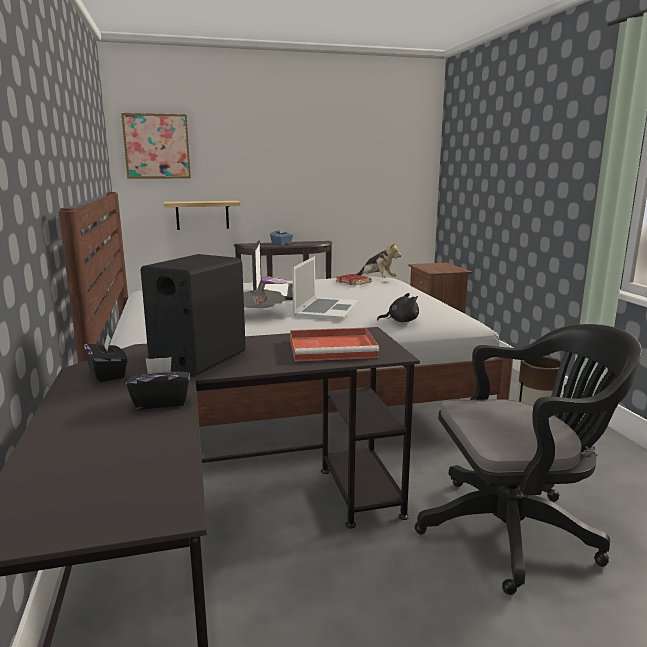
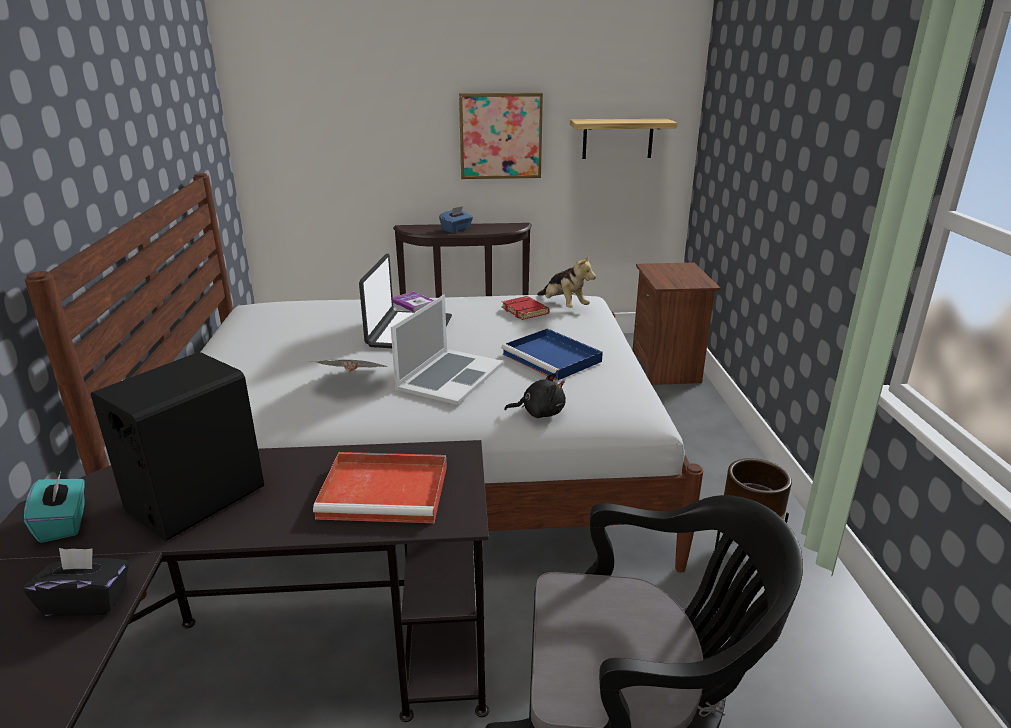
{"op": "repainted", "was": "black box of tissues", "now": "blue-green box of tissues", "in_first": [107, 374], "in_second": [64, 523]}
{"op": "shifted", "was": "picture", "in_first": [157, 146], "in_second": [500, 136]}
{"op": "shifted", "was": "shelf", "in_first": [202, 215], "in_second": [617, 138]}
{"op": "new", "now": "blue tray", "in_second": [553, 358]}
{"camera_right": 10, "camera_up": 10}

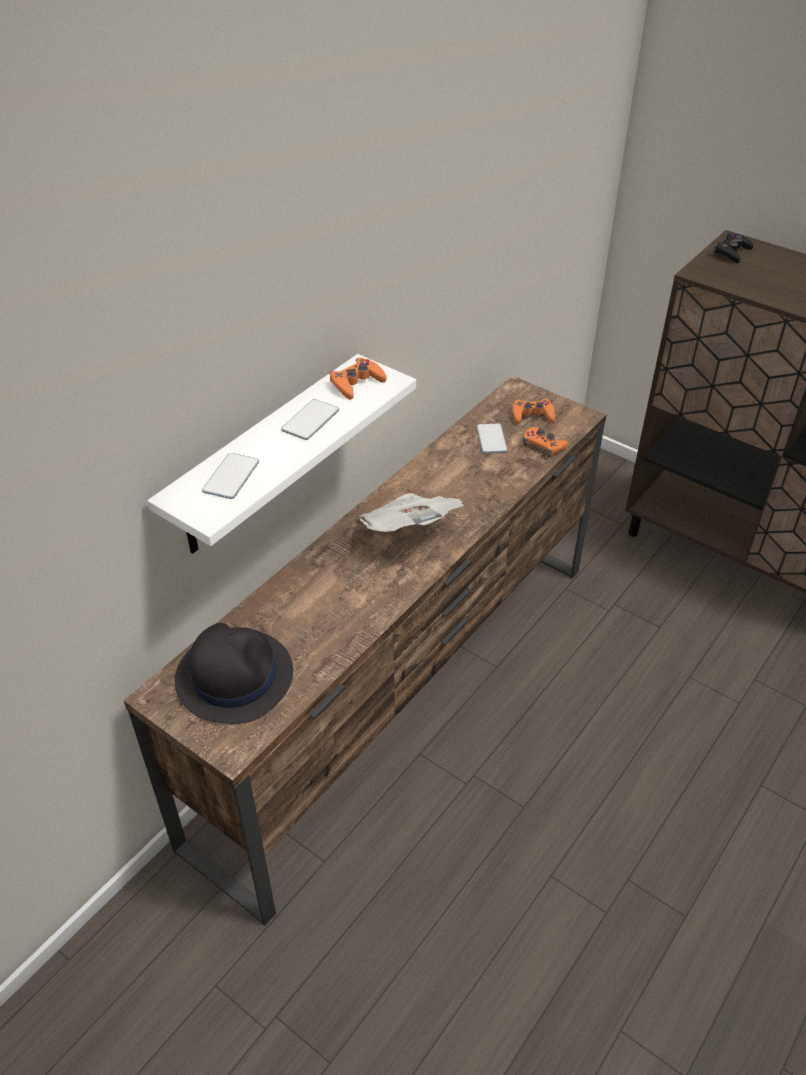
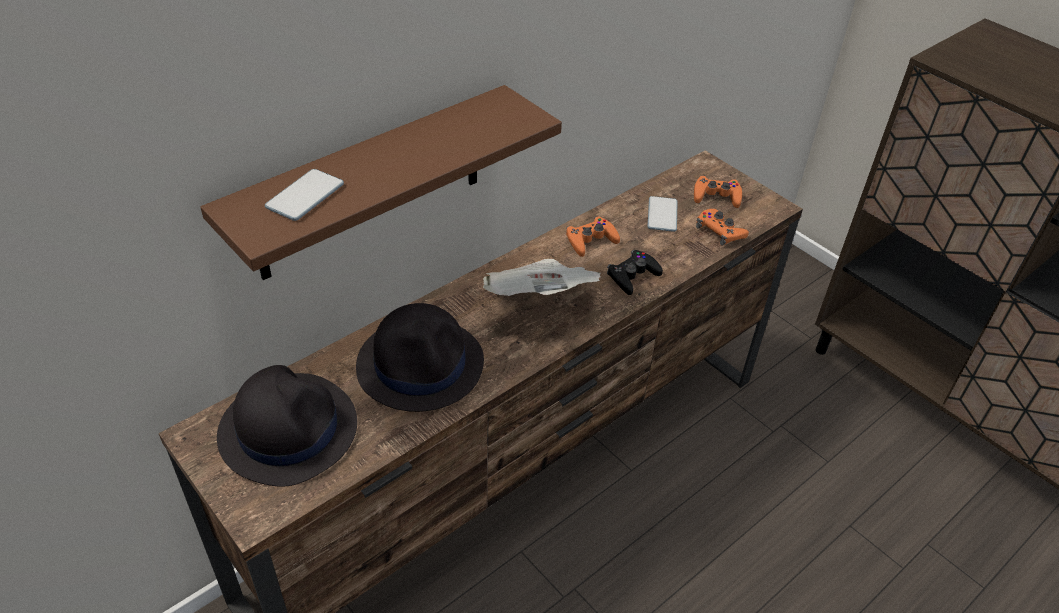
{"op": "repainted", "was": "white-coloured shelf", "now": "brown shelf", "in_first": [266, 457], "in_second": [371, 184]}
{"op": "gone", "was": "handset", "in_first": [310, 421]}
{"op": "shifted", "was": "orangey gamepad", "in_first": [356, 383], "in_second": [590, 240]}
{"op": "shifted", "was": "black gamepad", "in_first": [731, 252], "in_second": [632, 276]}
{"op": "new", "now": "black clothing hat", "in_second": [421, 364]}
{"camera_right": 10, "camera_up": 0}

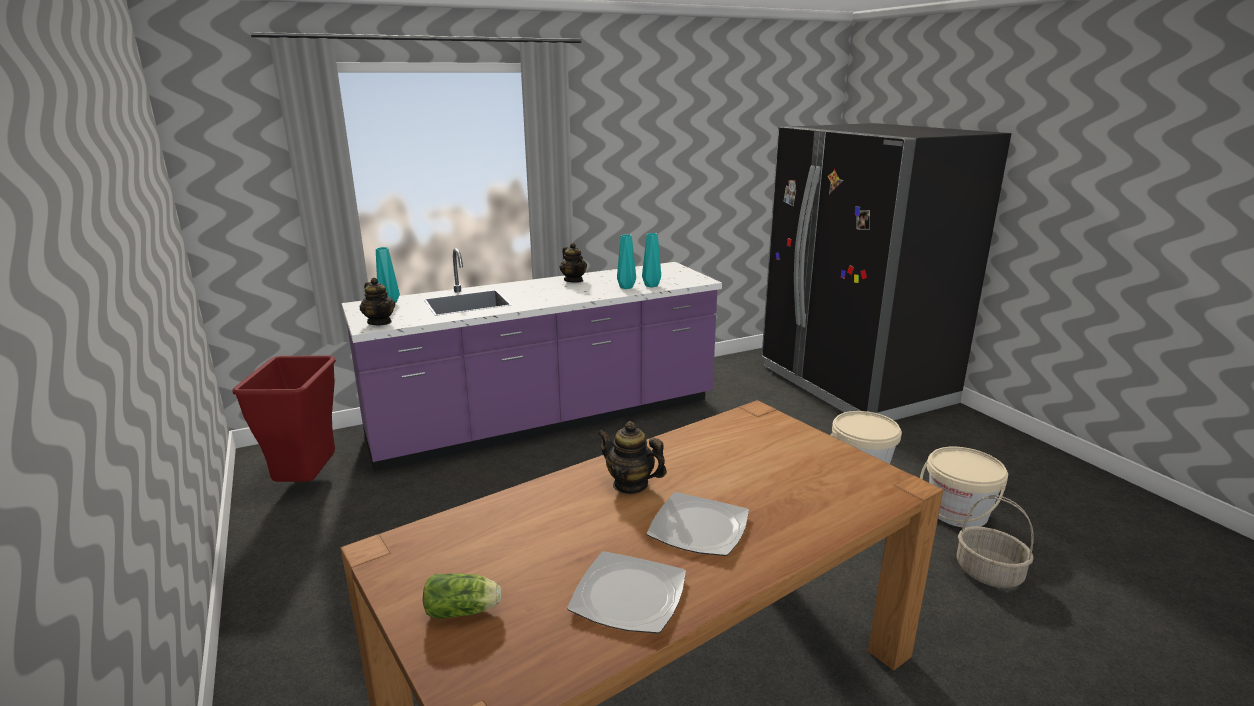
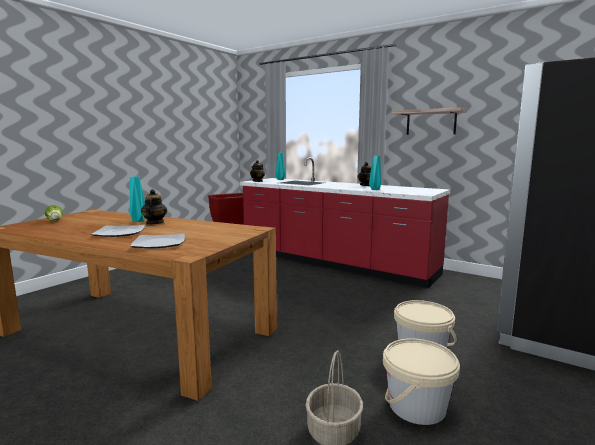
{"op": "repainted", "was": "purple kitchen counter", "now": "reddish kitchen counter", "in_first": [546, 420], "in_second": [334, 263]}
{"op": "shifted", "was": "dinner plate", "in_first": [629, 597], "in_second": [158, 243]}
{"op": "shifted", "was": "blue-green decorative vase", "in_first": [652, 286], "in_second": [138, 221]}
{"op": "new", "now": "shelf", "in_second": [431, 122]}
{"camera_right": 60, "camera_up": -10}

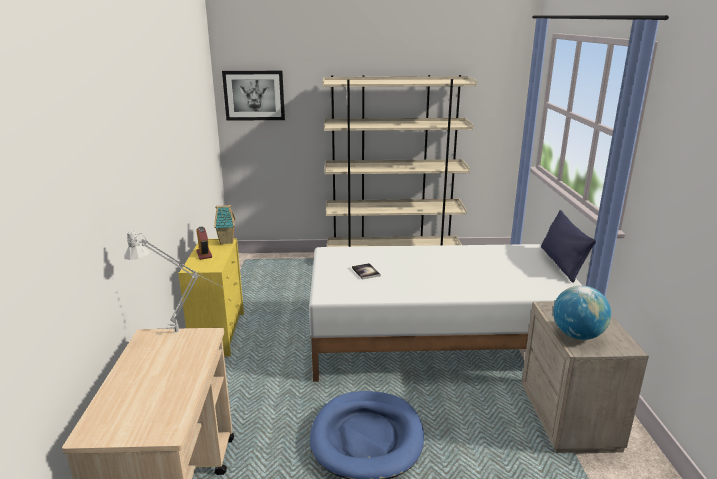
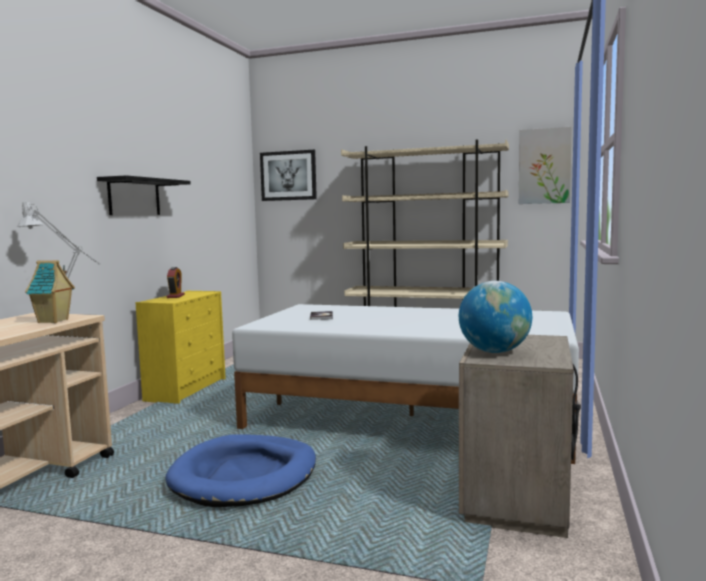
{"op": "shifted", "was": "miniature house", "in_first": [227, 241], "in_second": [53, 321]}
{"op": "gone", "was": "blue pillow", "in_first": [561, 263]}
{"op": "new", "now": "black shelf", "in_second": [134, 197]}
{"op": "new", "now": "picture", "in_second": [544, 166]}
{"camera_right": 20, "camera_up": -15}

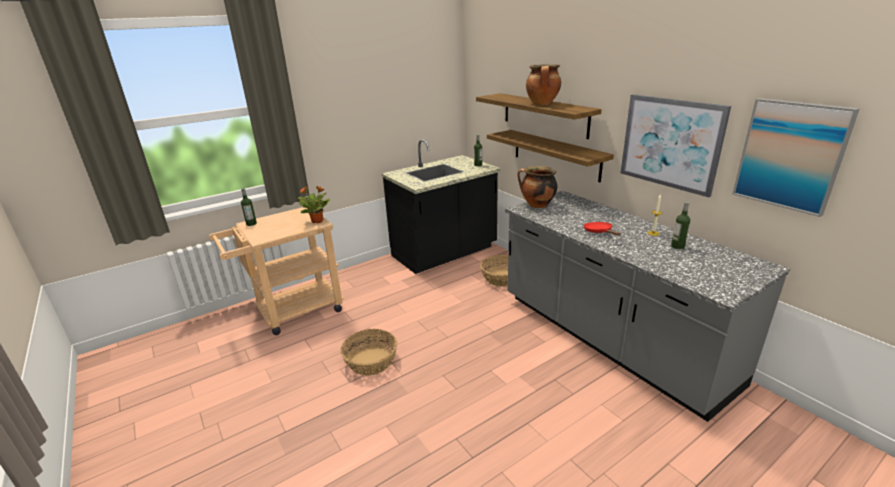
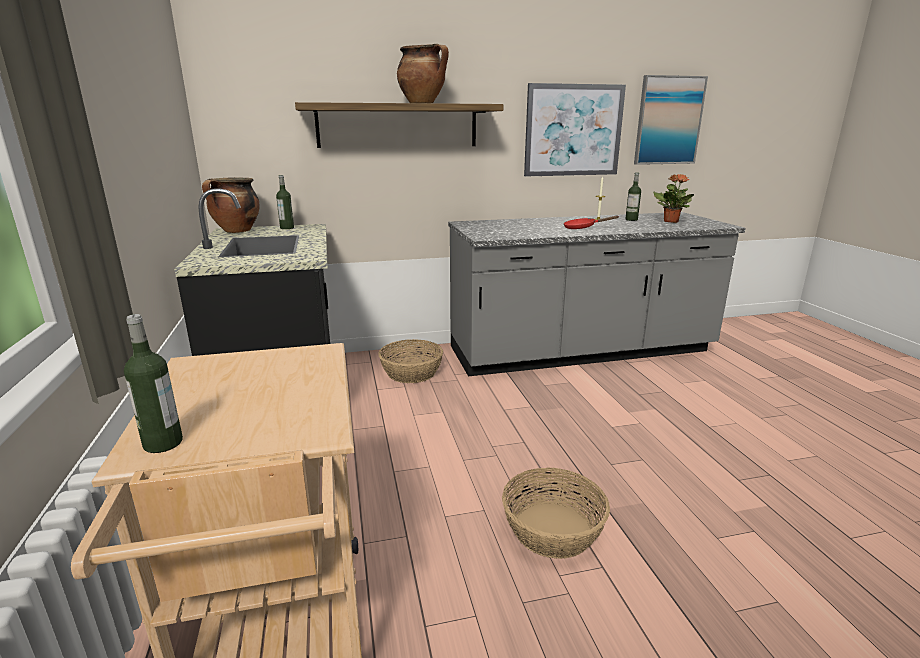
{"op": "shifted", "was": "houseplant", "in_first": [318, 221], "in_second": [671, 221]}
{"op": "gone", "was": "shelf", "in_first": [555, 154]}
{"op": "shifted", "was": "cooking pot", "in_first": [536, 205], "in_second": [236, 231]}
{"camera_right": -70, "camera_up": -5}

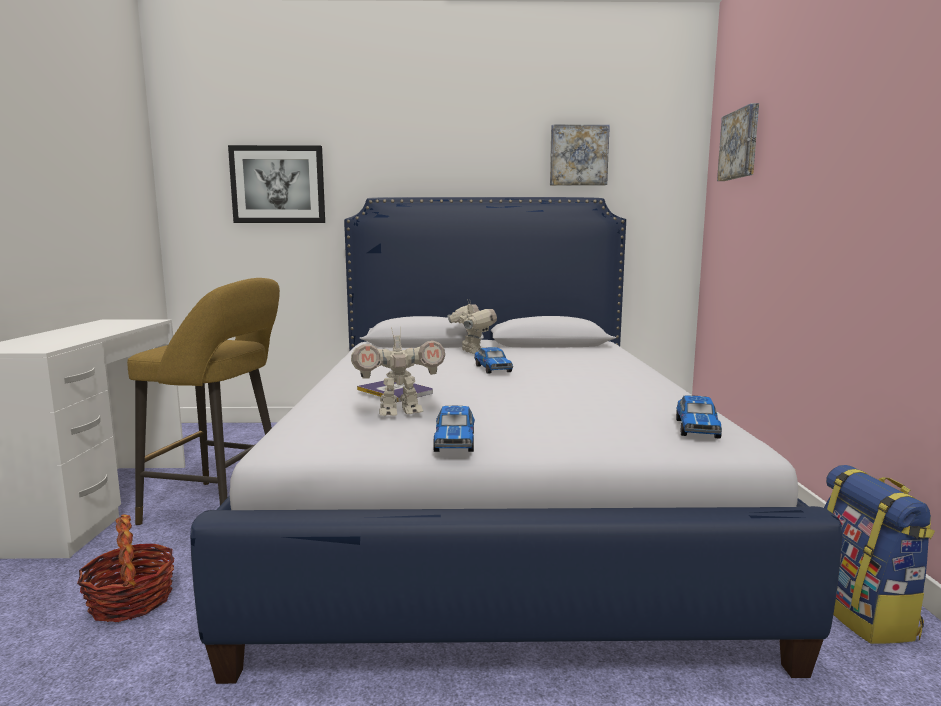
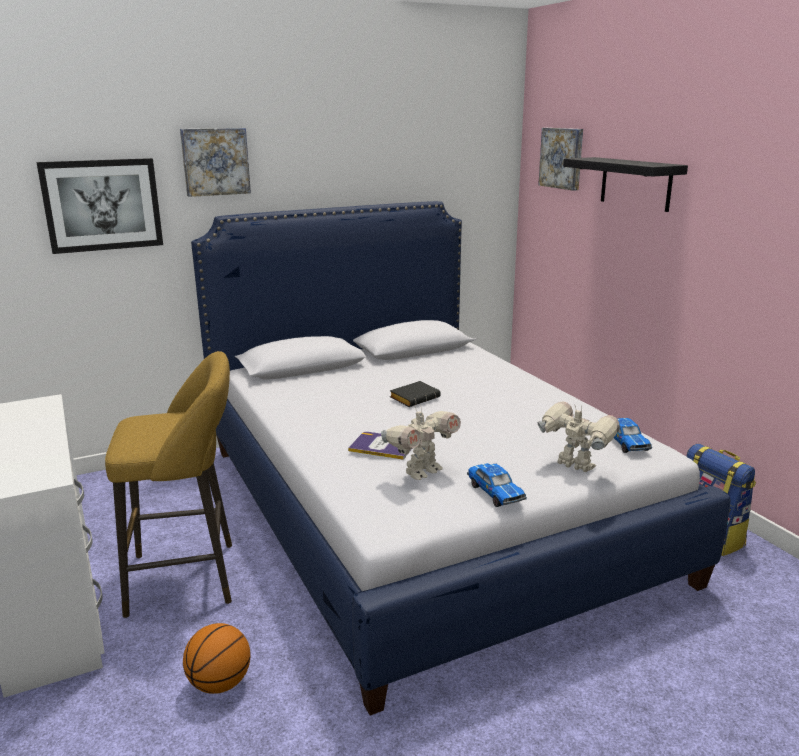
{"op": "swapped", "was": "basket", "now": "basketball ball", "in_first": [131, 601], "in_second": [220, 683]}
{"op": "shifted", "was": "robot figure", "in_first": [472, 352], "in_second": [574, 467]}
{"op": "swapped", "was": "miniature car", "now": "black book", "in_first": [492, 368], "in_second": [415, 398]}
{"op": "shifted", "was": "picture", "in_first": [578, 155], "in_second": [215, 161]}
{"op": "new", "now": "black shelf", "in_second": [635, 183]}
{"camera_right": -25, "camera_up": 10}

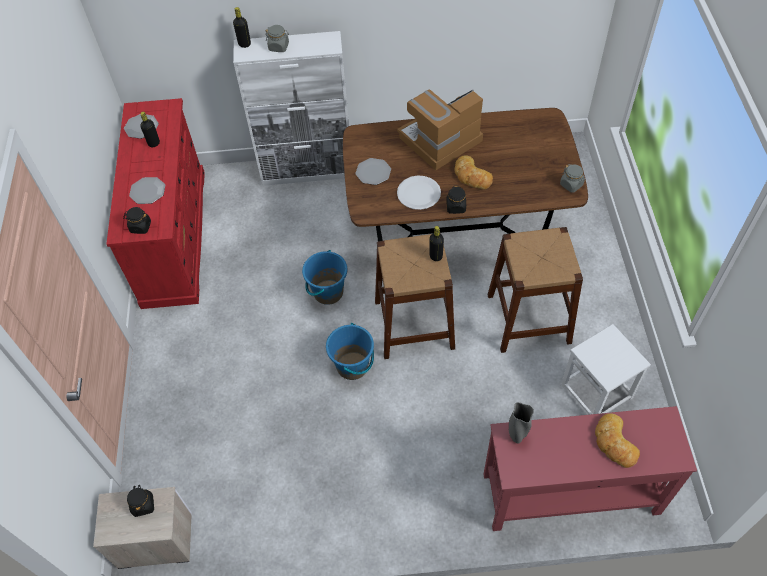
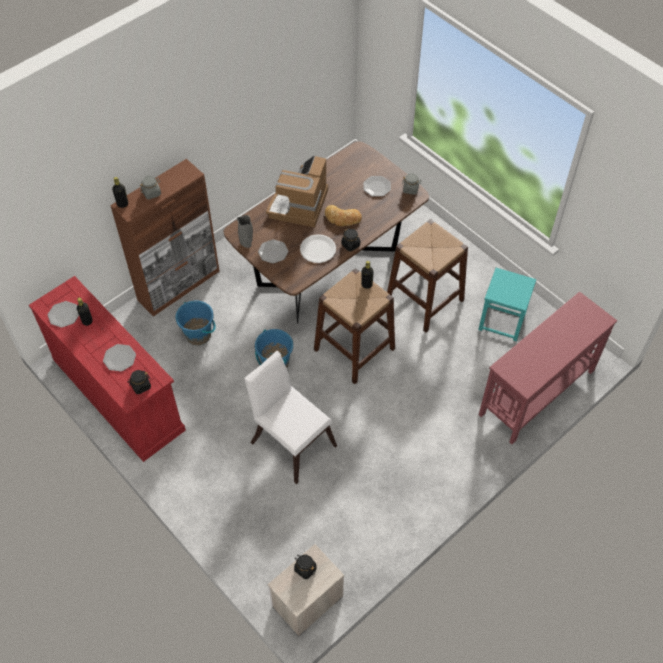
{"op": "repainted", "was": "white-coloured cabinet", "now": "brown cabinet", "in_first": [308, 171], "in_second": [179, 285]}
{"op": "shifted", "was": "blue pail", "in_first": [353, 366], "in_second": [198, 335]}
{"op": "shifted", "was": "grey decorative vase", "in_first": [517, 435], "in_second": [246, 243]}
{"op": "repainted", "was": "white-coloured stool", "now": "blue-green stool", "in_first": [597, 391], "in_second": [502, 320]}
{"op": "gone", "was": "baked bread", "in_first": [614, 443]}
{"op": "new", "now": "white-coloured plain chair", "in_second": [290, 440]}
{"op": "new", "now": "dinner plate", "in_second": [377, 187]}
{"camera_right": -40, "camera_up": 0}

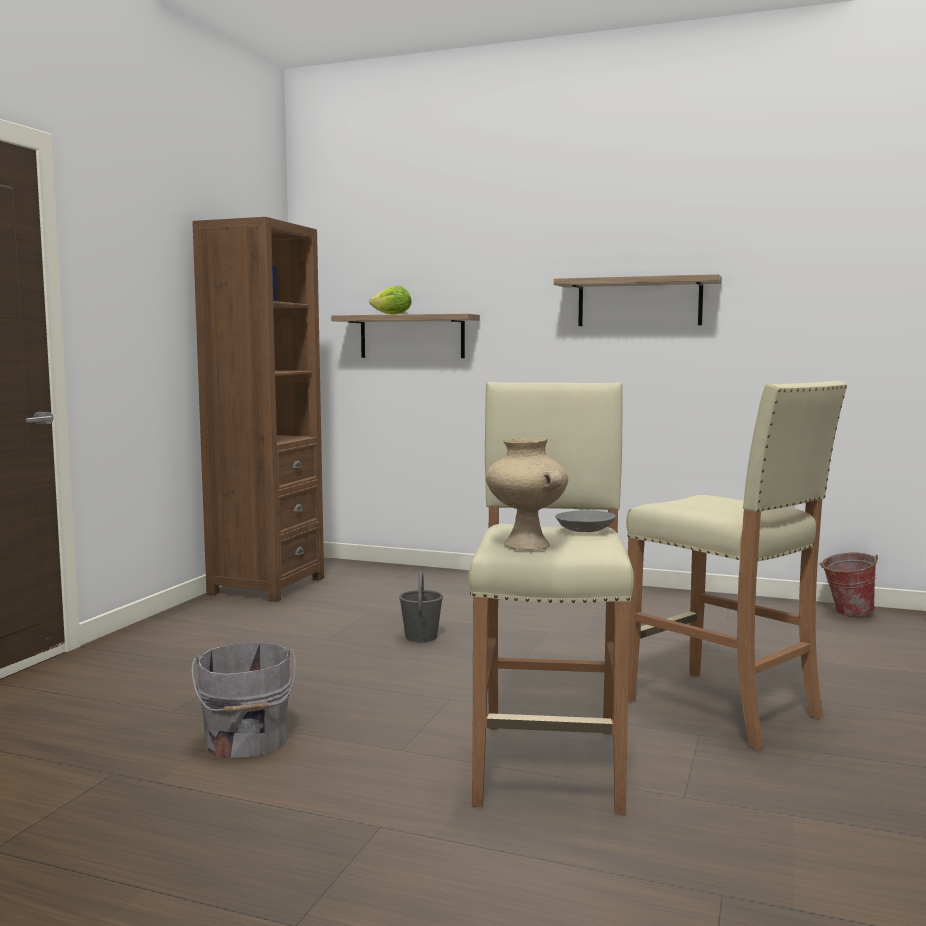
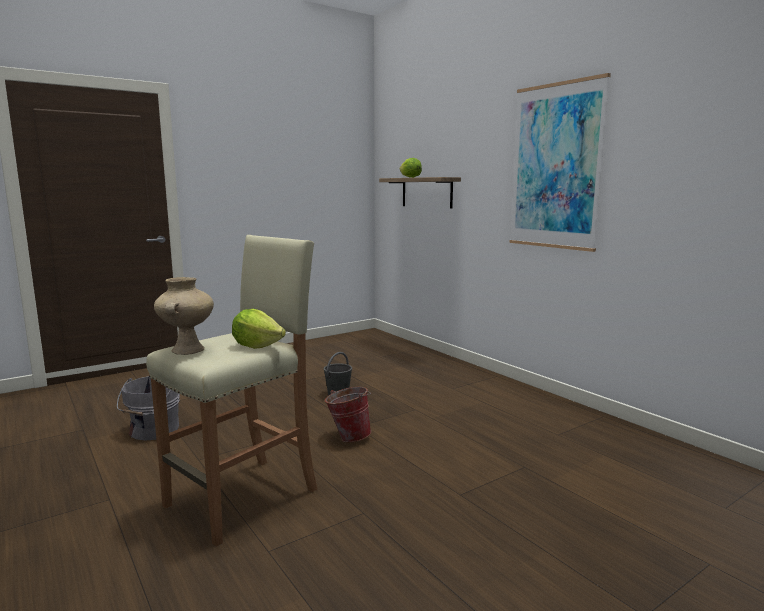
{"op": "gone", "was": "brown bookcase", "in_first": [266, 586]}
{"op": "swapped", "was": "shelf", "now": "picture", "in_first": [639, 302], "in_second": [556, 167]}
{"op": "swapped", "was": "grey deep dish", "now": "lettuce", "in_first": [584, 530], "in_second": [257, 346]}
{"op": "gone", "was": "sand-coloured stool", "in_first": [723, 709]}
{"op": "shifted", "was": "pail", "in_first": [846, 613], "in_second": [348, 437]}
{"camera_right": 35, "camera_up": 5}

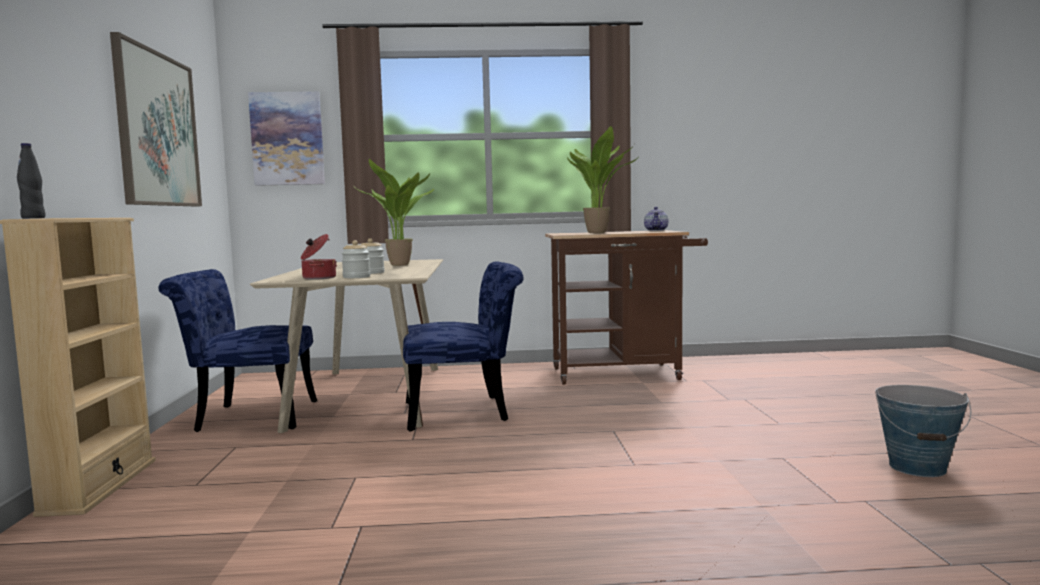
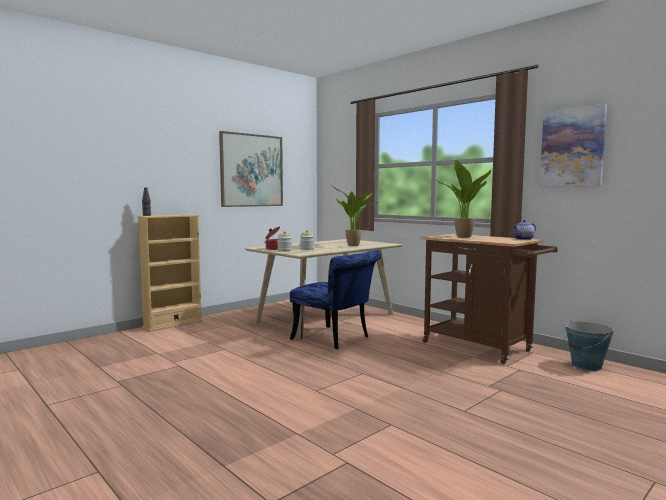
{"op": "gone", "was": "blue plain chair", "in_first": [247, 417]}
{"op": "shifted", "was": "picture", "in_first": [287, 139], "in_second": [572, 147]}
{"op": "shifted", "was": "pail", "in_first": [918, 467], "in_second": [586, 366]}
{"camera_right": 50, "camera_up": 0}

